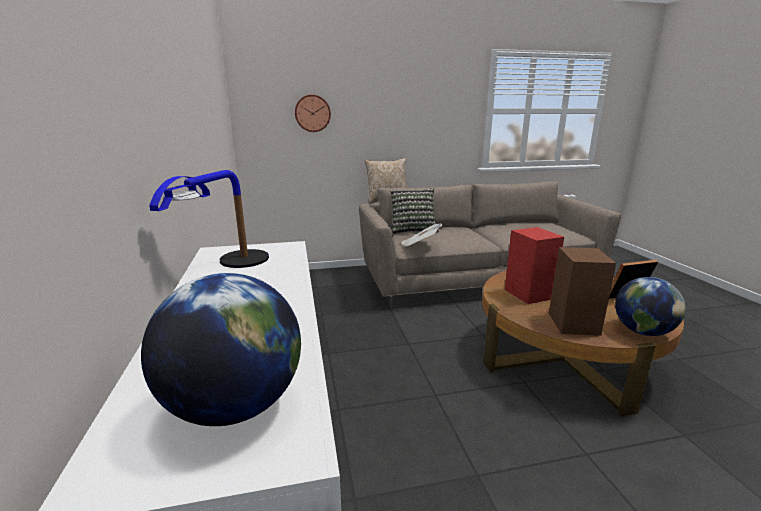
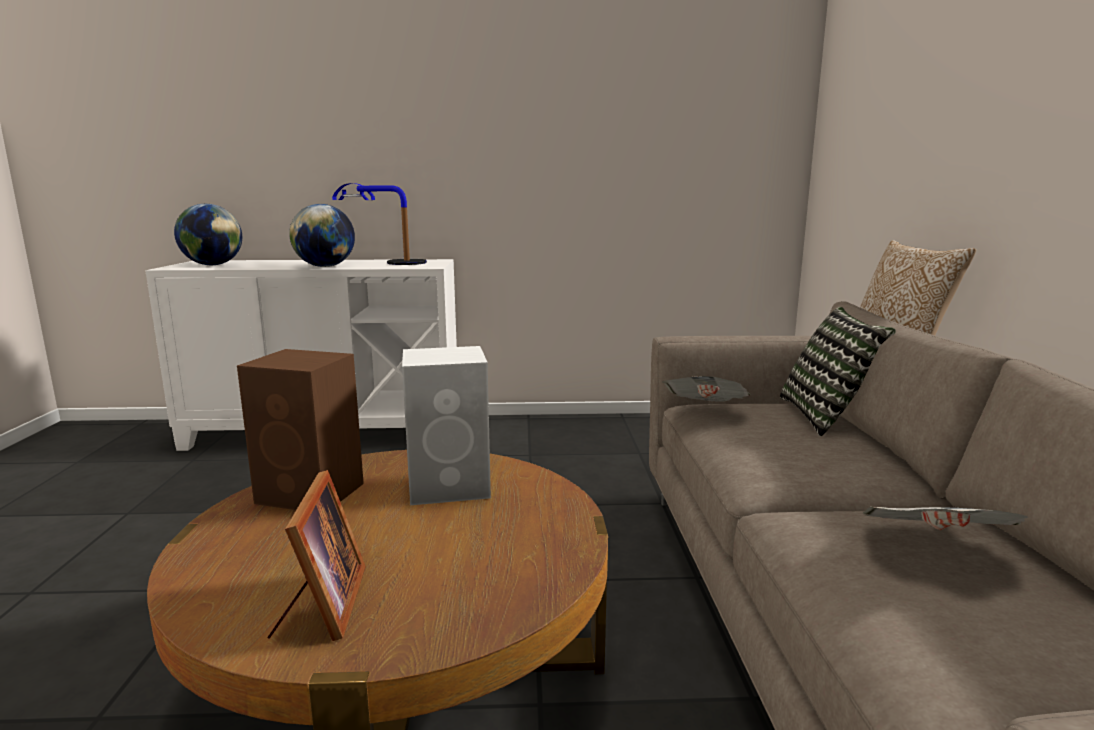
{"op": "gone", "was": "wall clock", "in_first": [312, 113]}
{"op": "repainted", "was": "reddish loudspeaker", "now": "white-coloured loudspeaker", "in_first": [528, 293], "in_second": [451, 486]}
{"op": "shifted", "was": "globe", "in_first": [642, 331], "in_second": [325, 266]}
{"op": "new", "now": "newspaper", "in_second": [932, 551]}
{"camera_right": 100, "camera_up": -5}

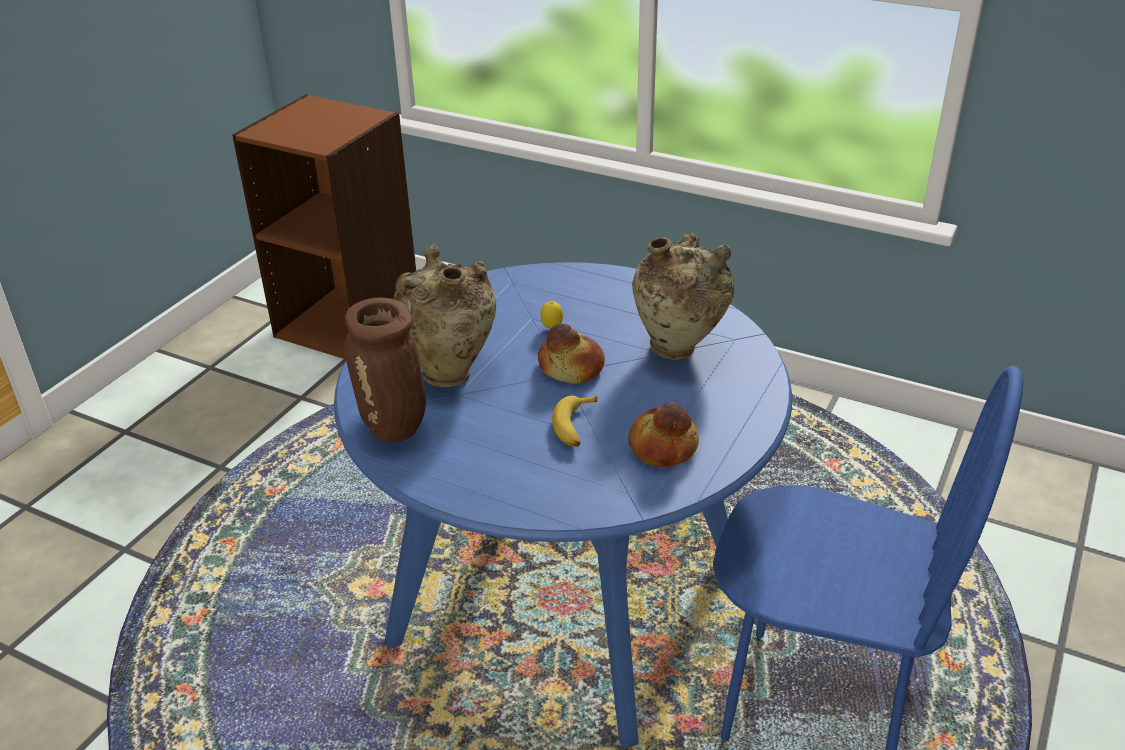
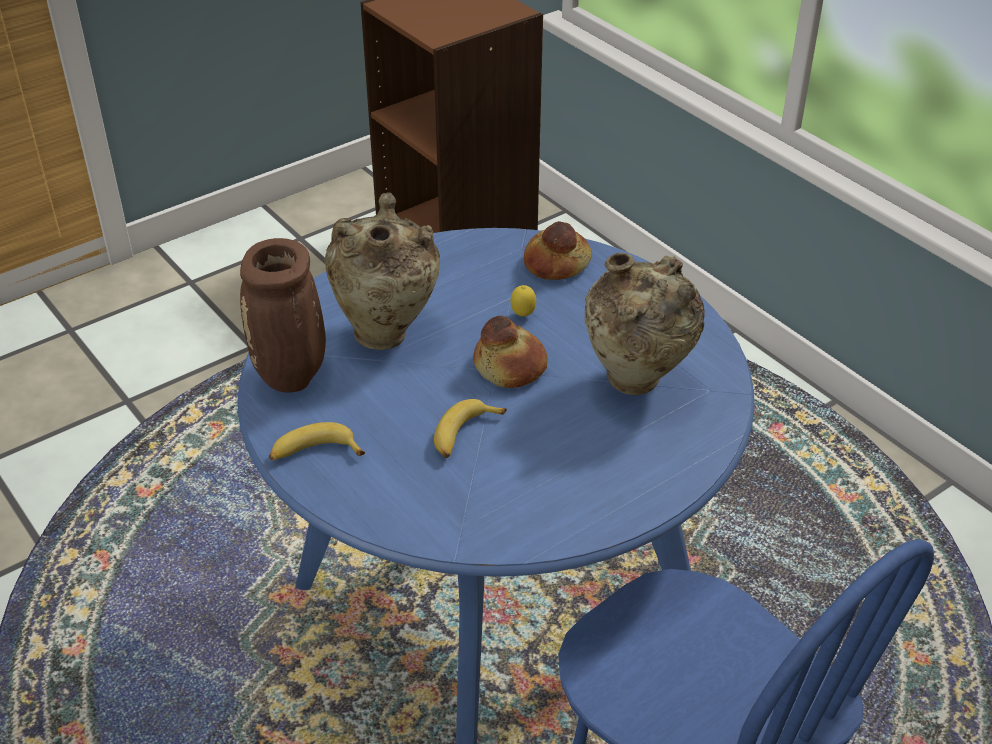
{"op": "shifted", "was": "baked bread", "in_first": [662, 446], "in_second": [556, 263]}
{"op": "new", "now": "banana", "in_second": [314, 453]}
{"camera_right": 25, "camera_up": 5}

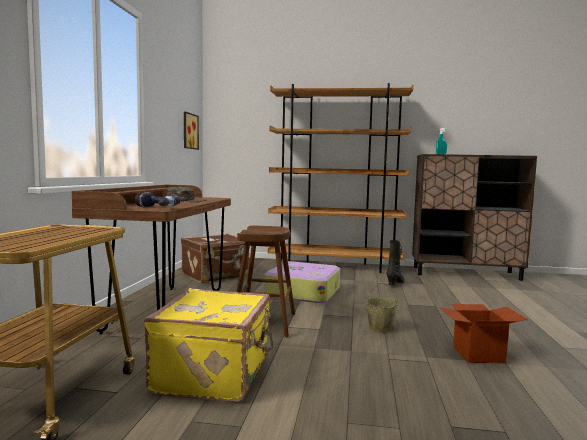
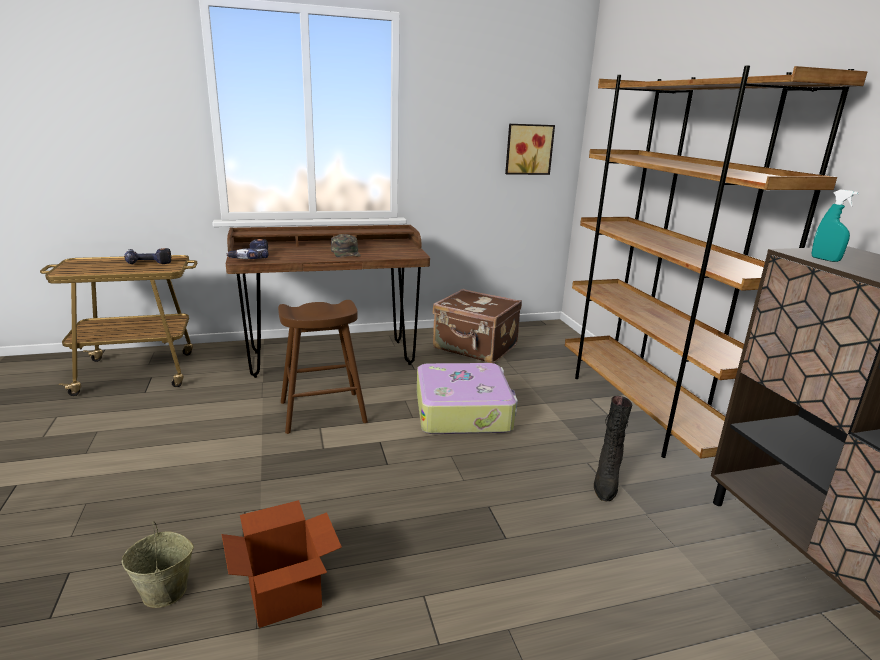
{"op": "gone", "was": "yellowish piece of luggage", "in_first": [215, 374]}
{"op": "shifted", "was": "sand-coloured pail", "in_first": [380, 328], "in_second": [165, 591]}
{"op": "rotated", "was": "black high-top boot", "in_first": [395, 283], "in_second": [606, 481], "clockwise": 105}
{"op": "new", "now": "power drill", "in_second": [149, 262]}
{"camera_right": 65, "camera_up": 15}

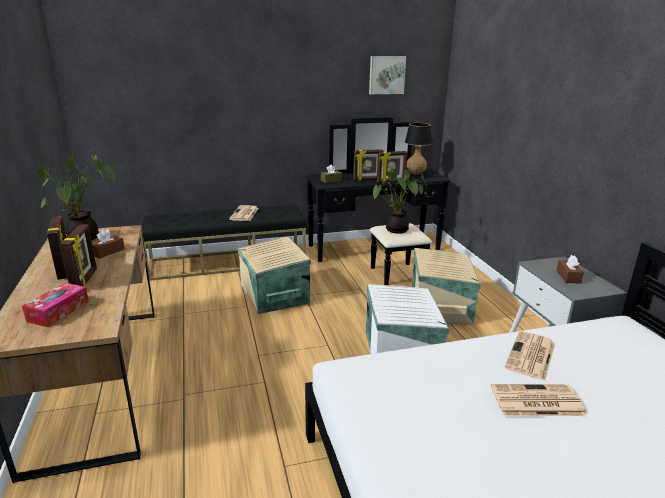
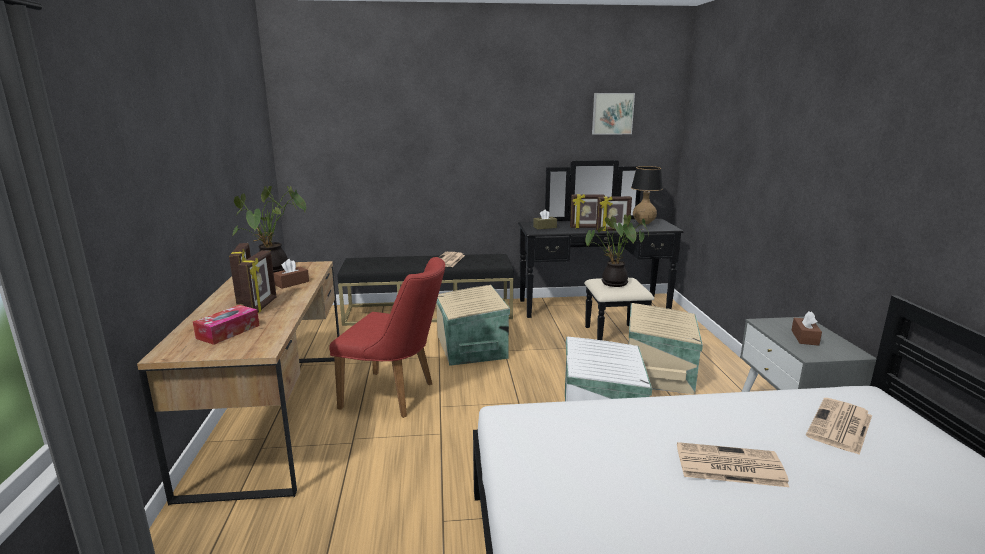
{"op": "shifted", "was": "newspaper", "in_first": [531, 356], "in_second": [840, 427]}
{"op": "new", "now": "reddish plain chair", "in_second": [396, 396]}
{"camera_right": 10, "camera_up": -5}

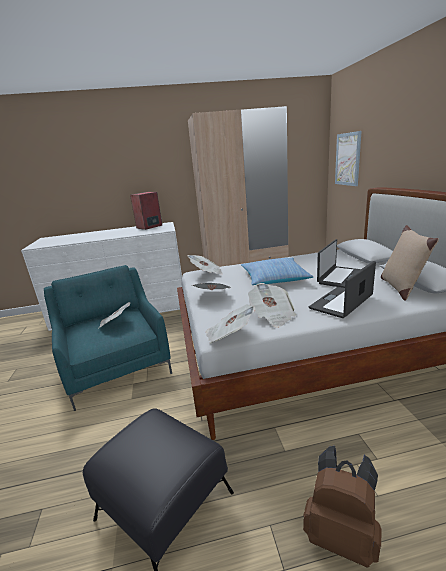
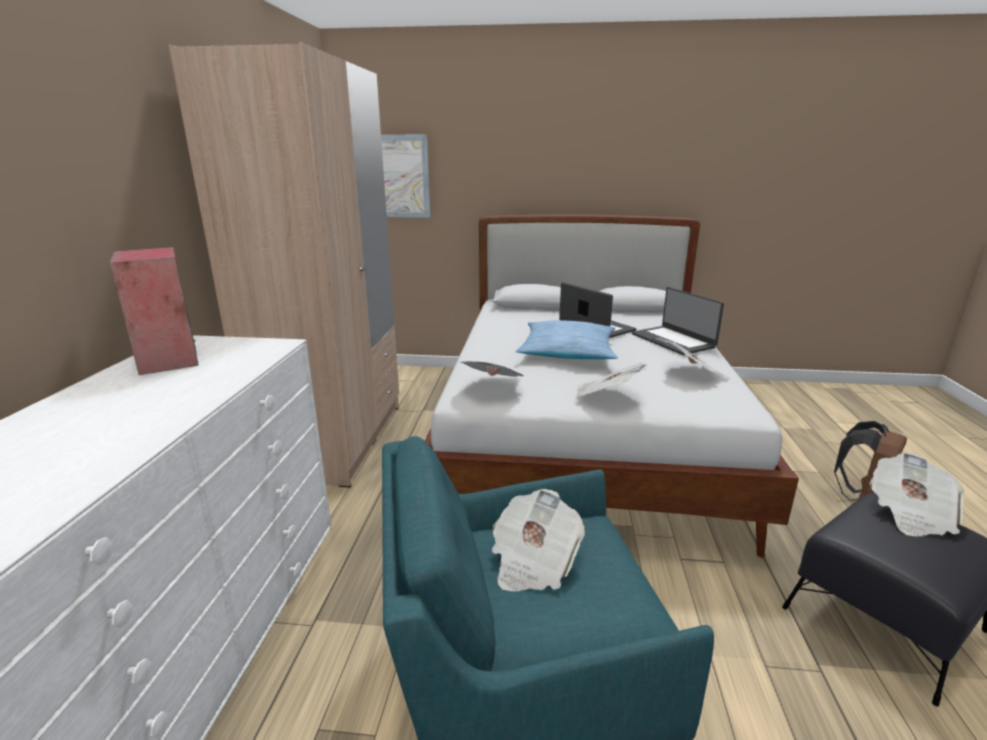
{"op": "shifted", "was": "newspaper", "in_first": [229, 335], "in_second": [910, 514]}
{"op": "gone", "was": "sand-coloured pillow", "in_first": [401, 287]}
{"camera_right": -75, "camera_up": 0}

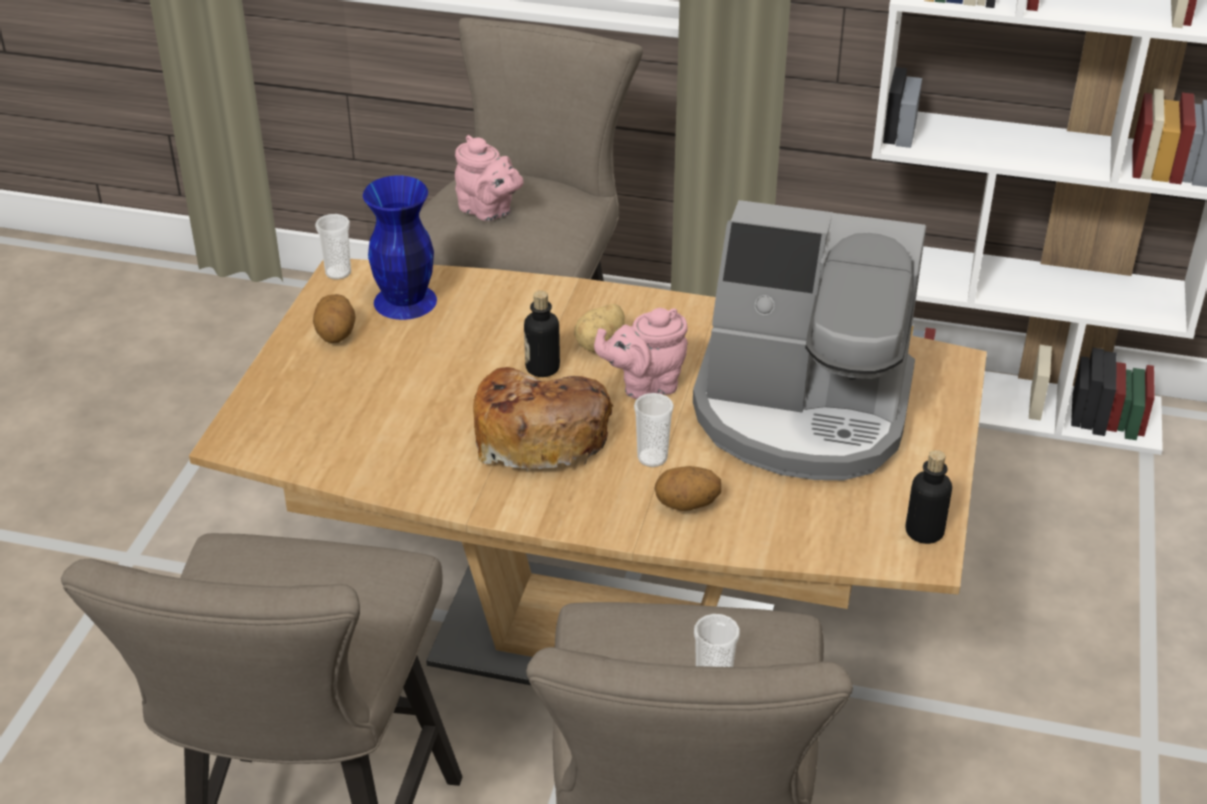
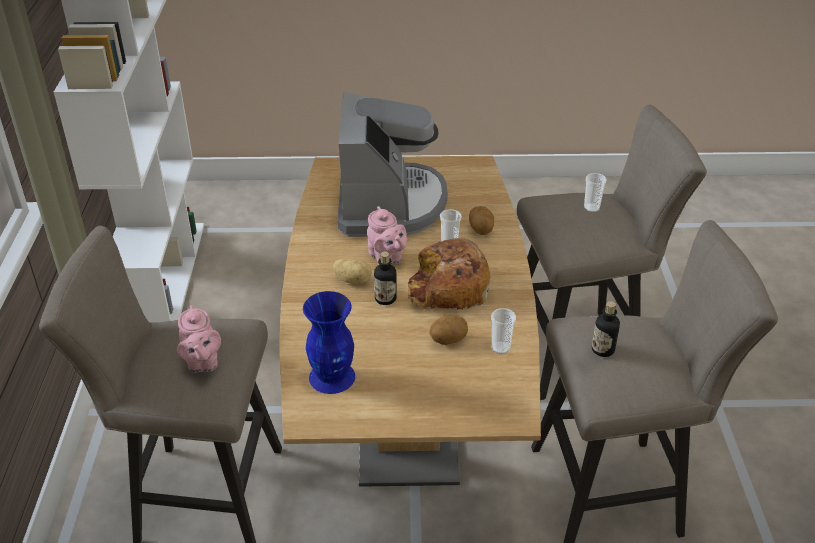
{"op": "shifted", "was": "whole potato", "in_first": [336, 334], "in_second": [448, 340]}
{"op": "shifted", "was": "small cup", "in_first": [338, 272], "in_second": [500, 348]}
{"op": "rotated", "was": "pink-coloured teapot", "in_first": [488, 211], "in_second": [202, 363], "clockwise": 135}
{"op": "shifted", "was": "drink bottle", "in_first": [924, 532], "in_second": [602, 350]}
{"camera_right": -105, "camera_up": 0}

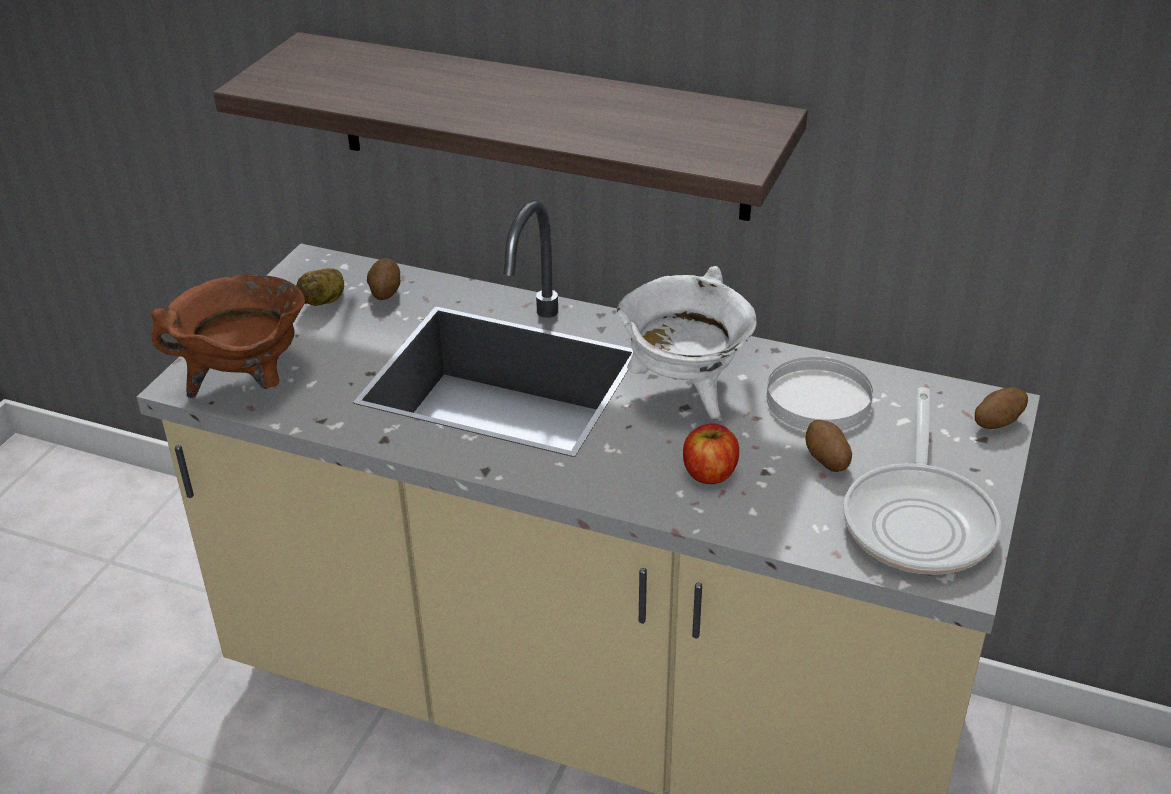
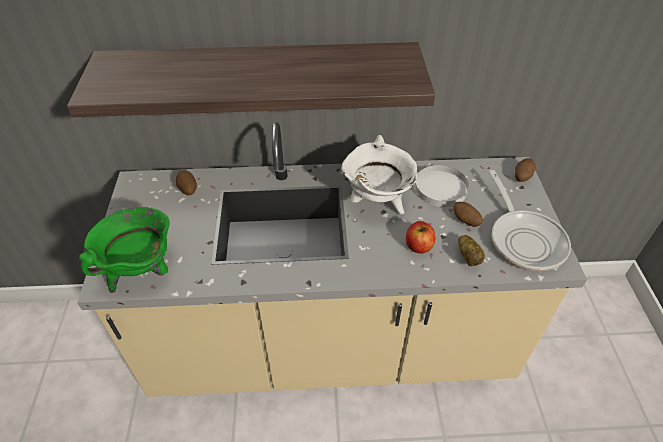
{"op": "repainted", "was": "brown cooking pot", "now": "greenish cooking pot", "in_first": [247, 384], "in_second": [142, 272]}
{"op": "shifted", "was": "whole potato", "in_first": [325, 300], "in_second": [468, 257]}
{"camera_right": -25, "camera_up": 10}

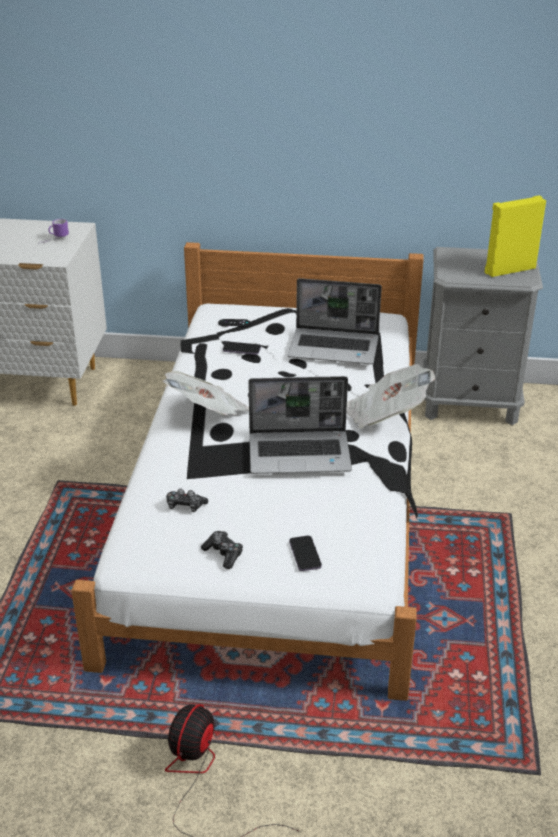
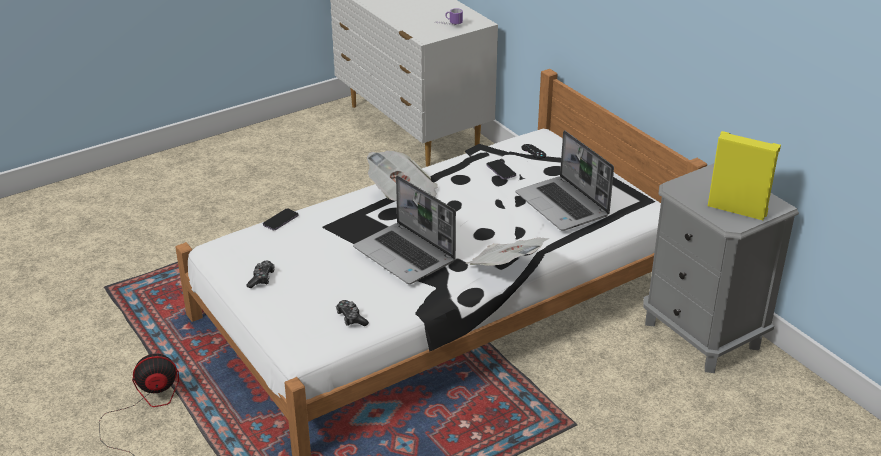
{"op": "shifted", "was": "gamepad", "in_first": [185, 506], "in_second": [351, 318]}
{"op": "shifted", "was": "handset", "in_first": [305, 555], "in_second": [280, 220]}
{"camera_right": 50, "camera_up": 0}

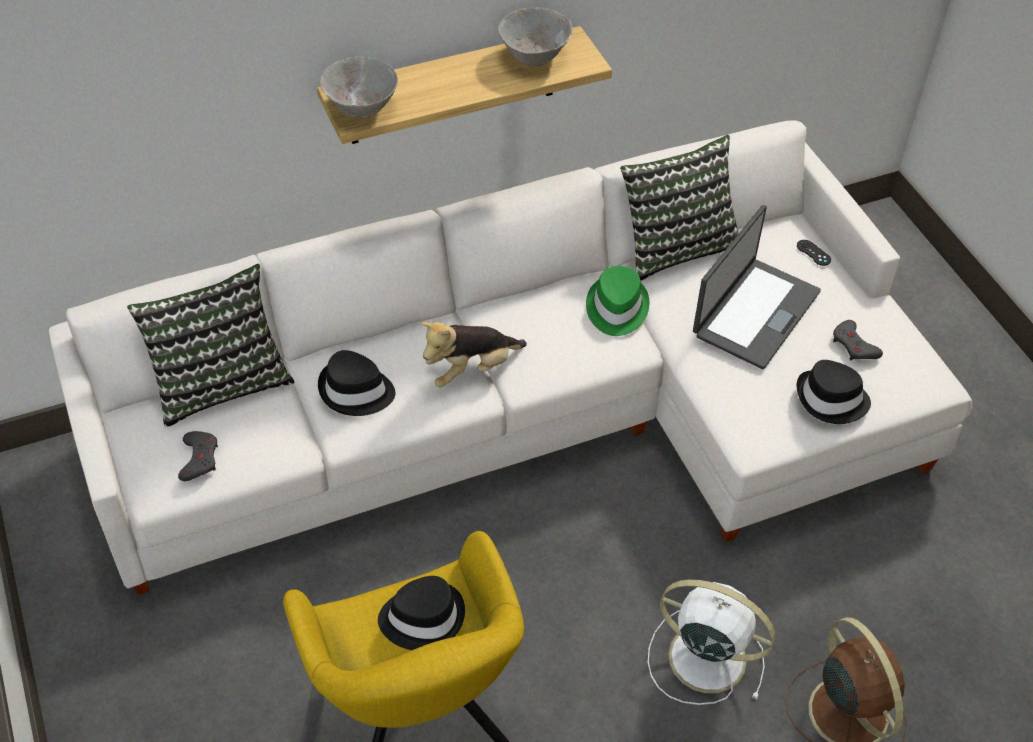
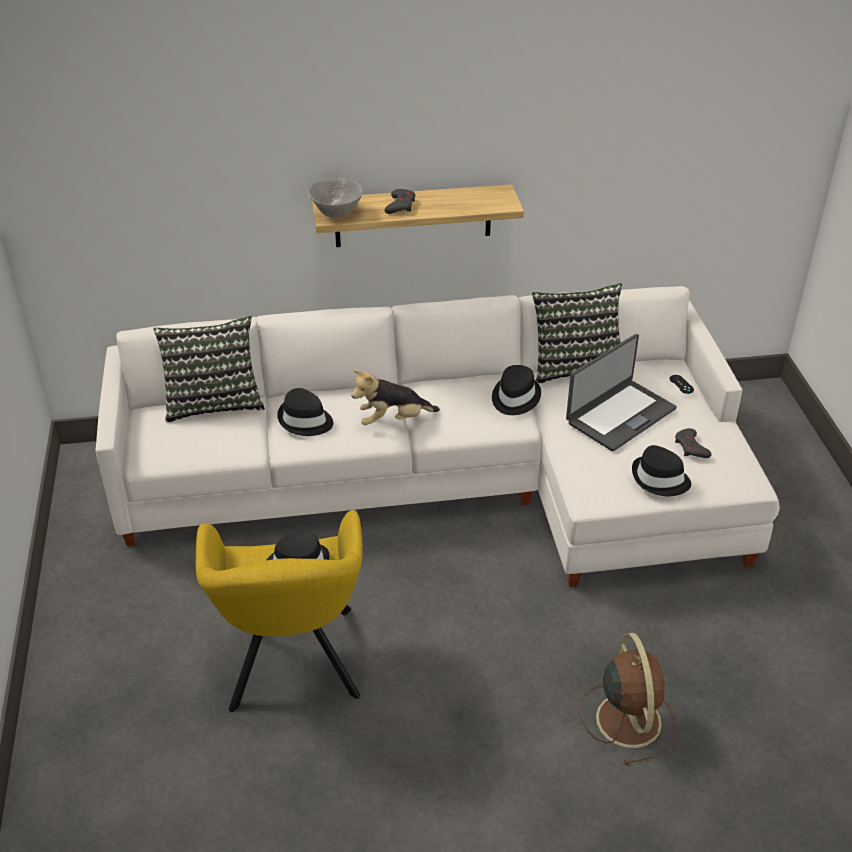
{"op": "shifted", "was": "grey gamepad", "in_first": [199, 459], "in_second": [400, 205]}
{"op": "gone", "was": "grey deep dish", "in_first": [535, 56]}
{"op": "repainted", "was": "greenish clothing hat", "now": "black clothing hat", "in_first": [616, 308], "in_second": [514, 397]}
{"op": "gone", "was": "white-coloured cooling fan", "in_first": [703, 656]}
{"camera_right": 15, "camera_up": -10}

